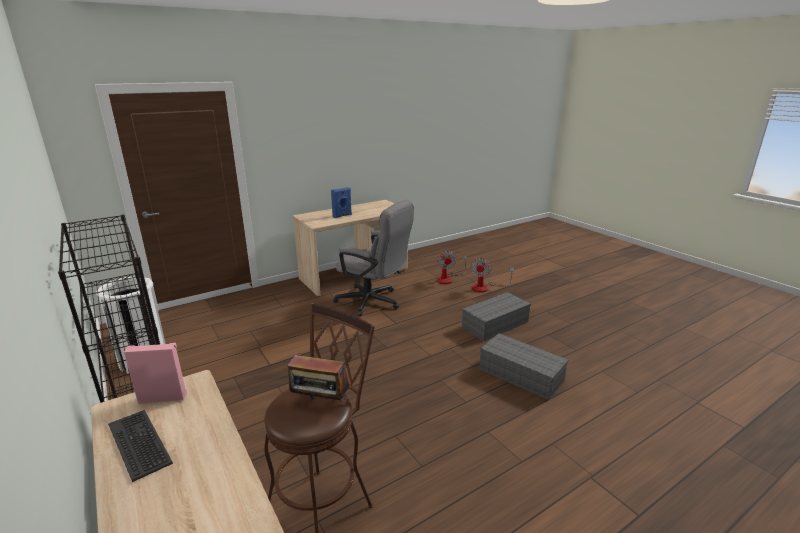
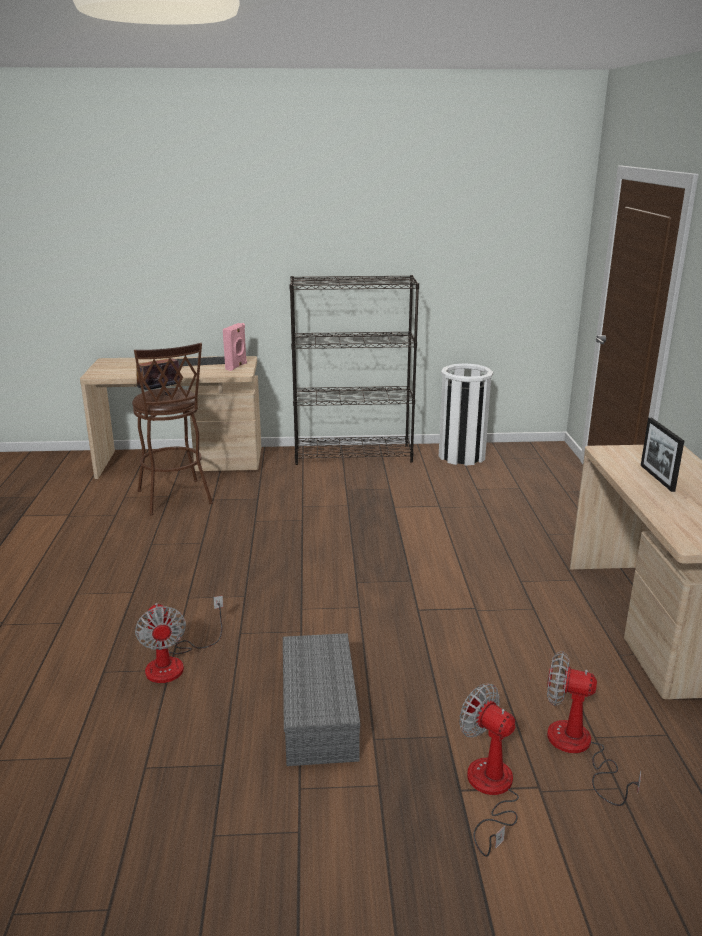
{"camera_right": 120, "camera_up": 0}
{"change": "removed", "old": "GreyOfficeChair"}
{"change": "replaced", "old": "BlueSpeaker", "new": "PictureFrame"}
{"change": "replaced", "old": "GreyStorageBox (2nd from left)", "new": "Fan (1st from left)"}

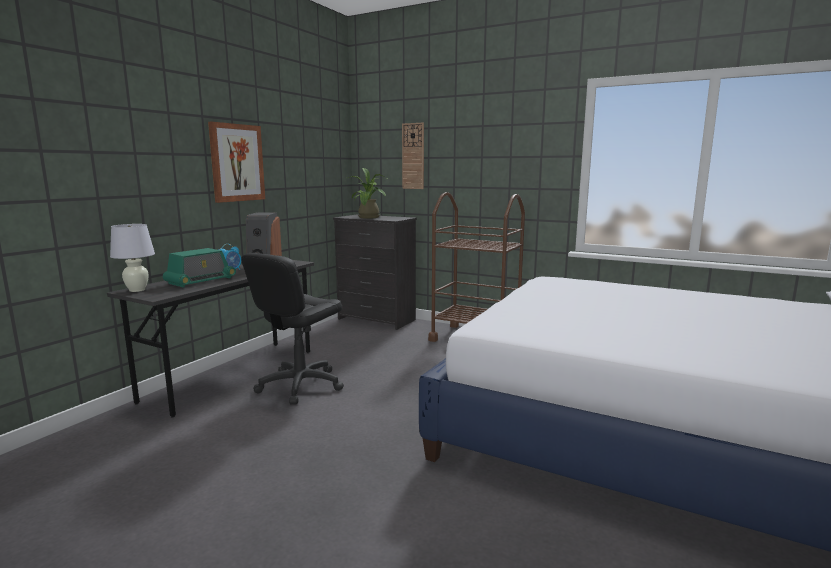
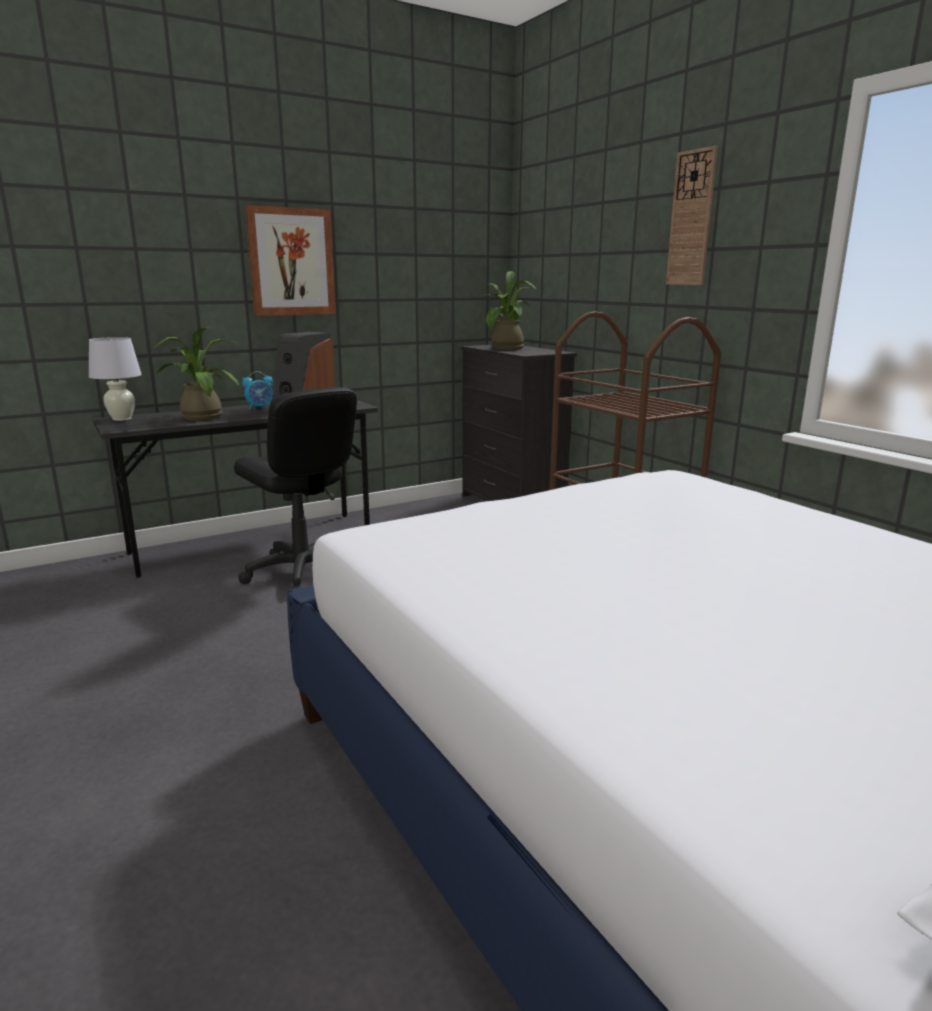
{"camera_right": 30, "camera_up": 5}
{"change": "moved", "old": "WallClock"}
{"change": "replaced", "old": "Radio", "new": "PottedPlant (1st from left)"}
{"change": "turned", "old": "BlackOfficeChair", "degrees": -105}

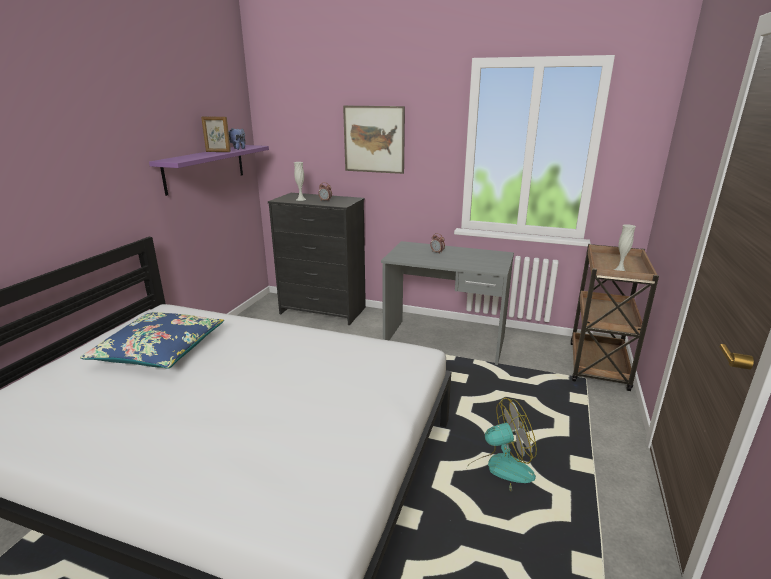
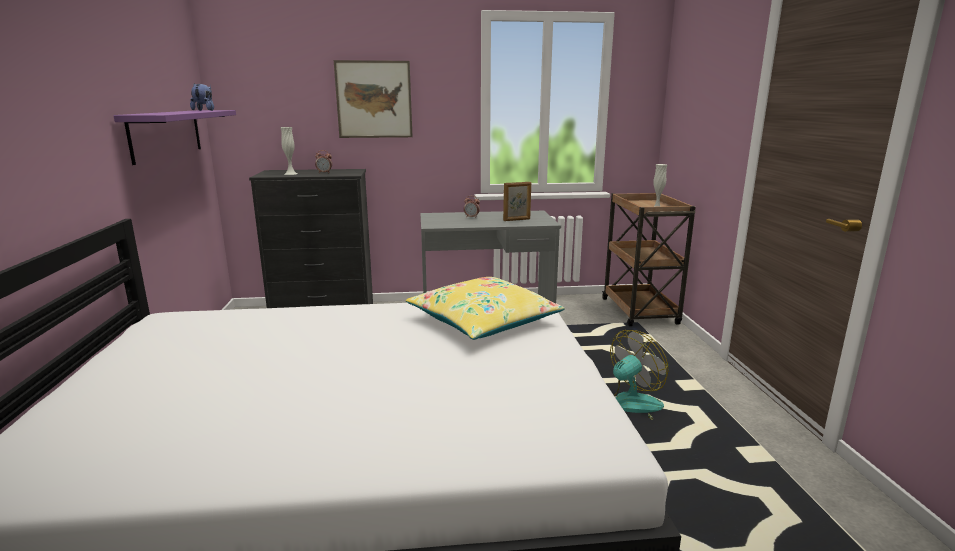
{"camera_right": -25, "camera_up": -5}
{"change": "removed", "old": "BluePillow"}
{"change": "added", "new": "YellowPillow"}
{"change": "moved", "old": "PictureFrame"}

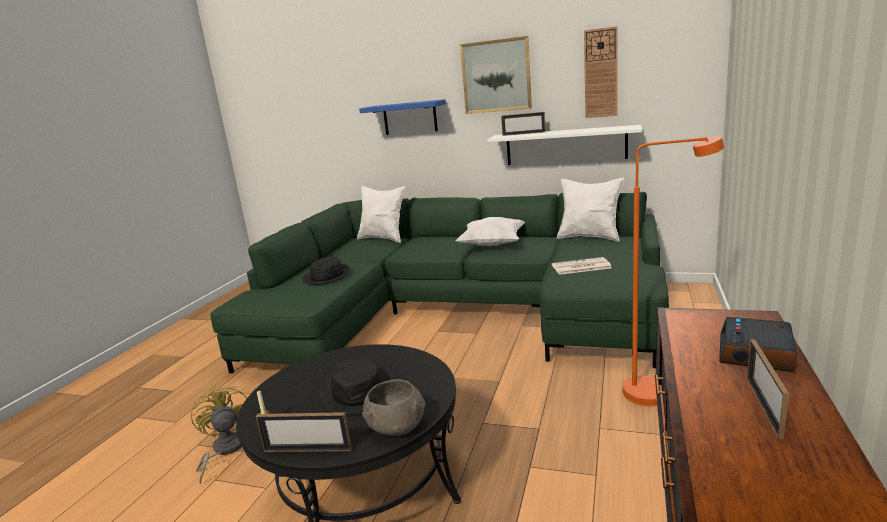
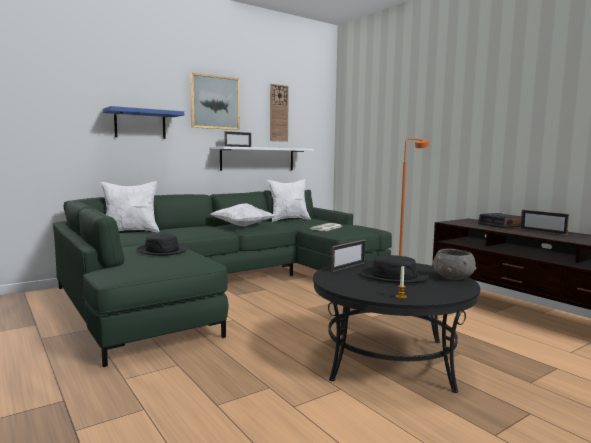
{"camera_right": -55, "camera_up": -10}
{"change": "removed", "old": "YellowFan"}
{"change": "moved", "old": "PictureFrame (1st from left in the first image)", "new": "PictureFrame (2nd from left)"}

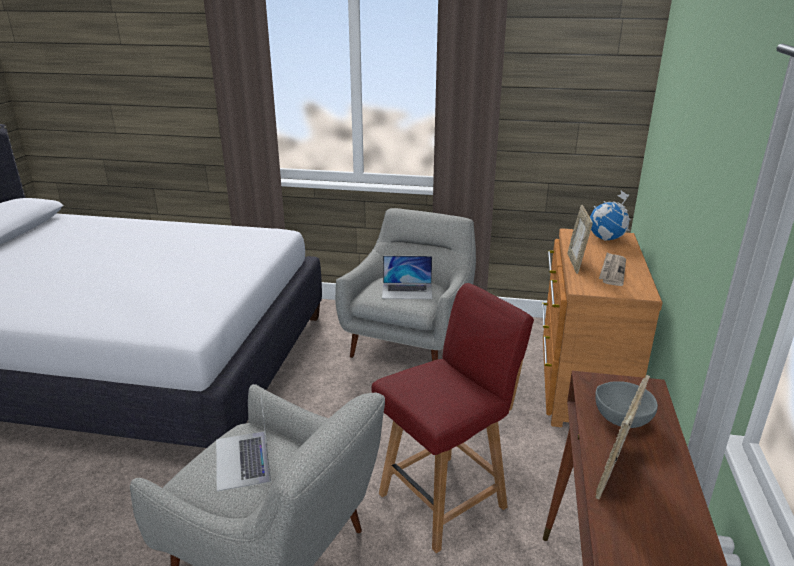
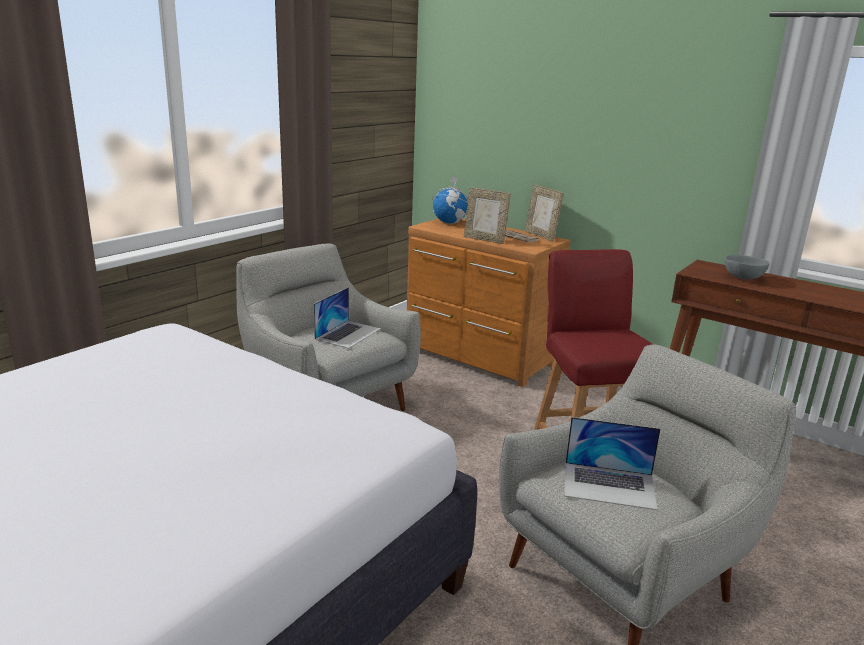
{"camera_right": -65, "camera_up": -5}
{"change": "moved", "old": "PictureFrame (2nd from left)"}

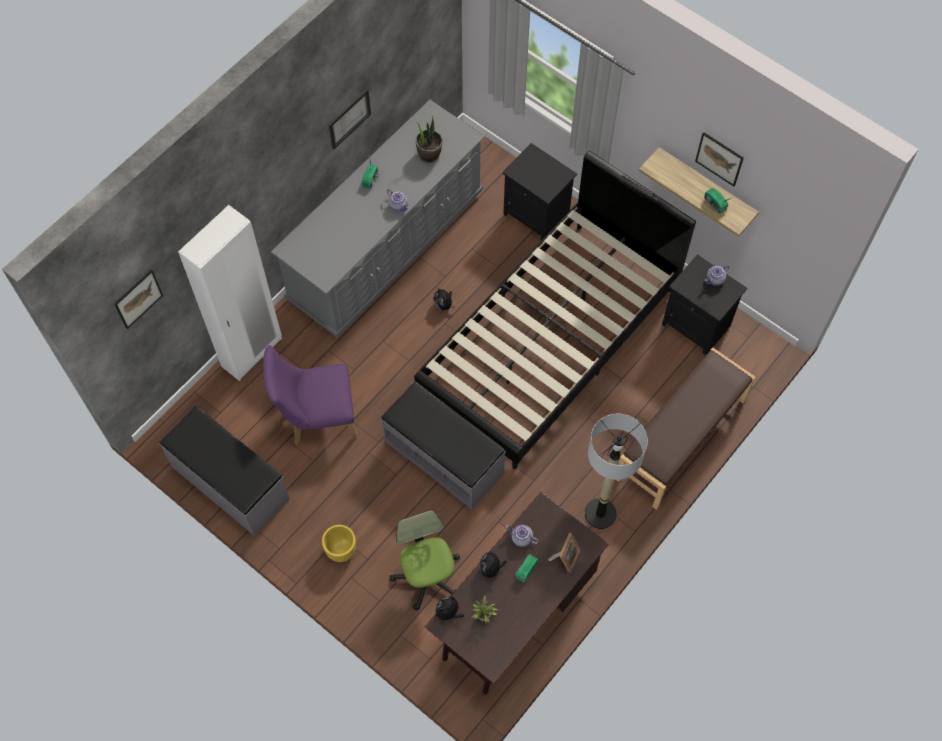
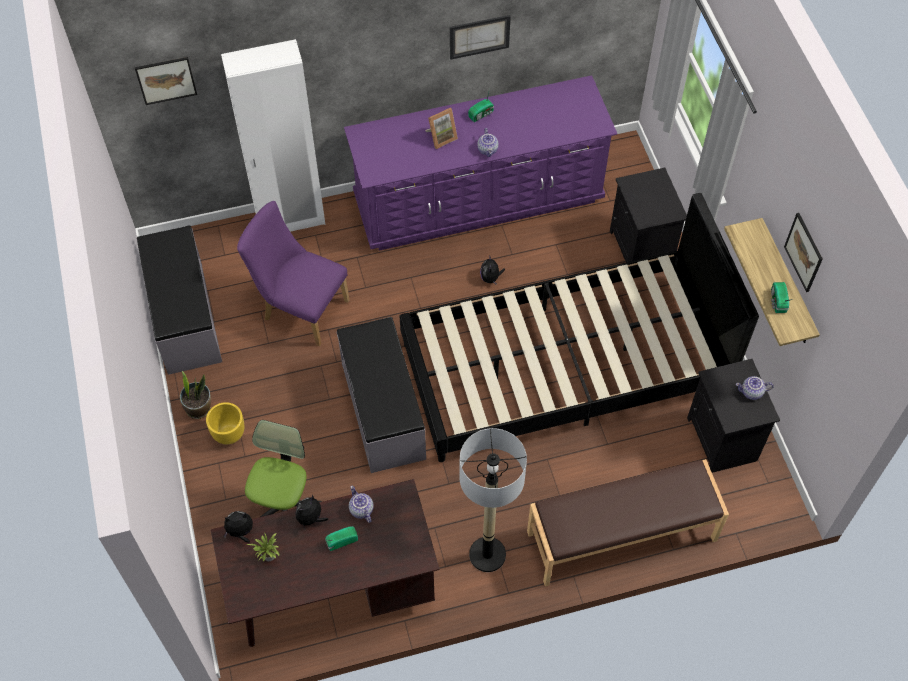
{"camera_right": 35, "camera_up": -5}
{"change": "moved", "old": "PottedPlant (1st from left)"}
{"change": "moved", "old": "PictureFrame"}
{"change": "recoloured", "old": "GreyDresser", "new": "PurpleDresser"}

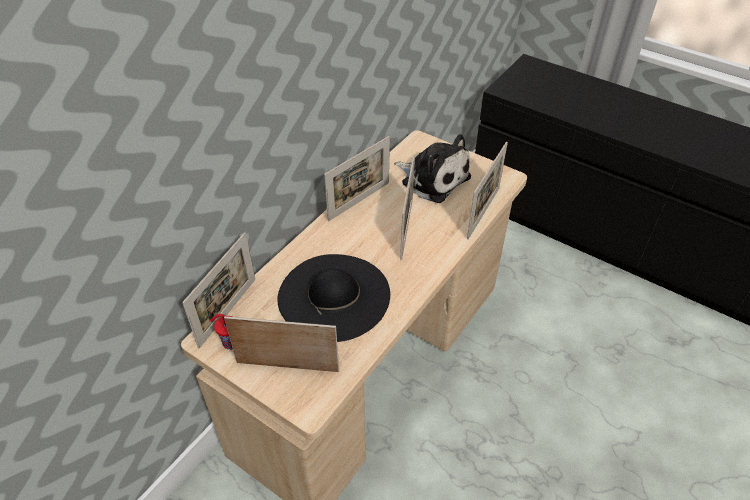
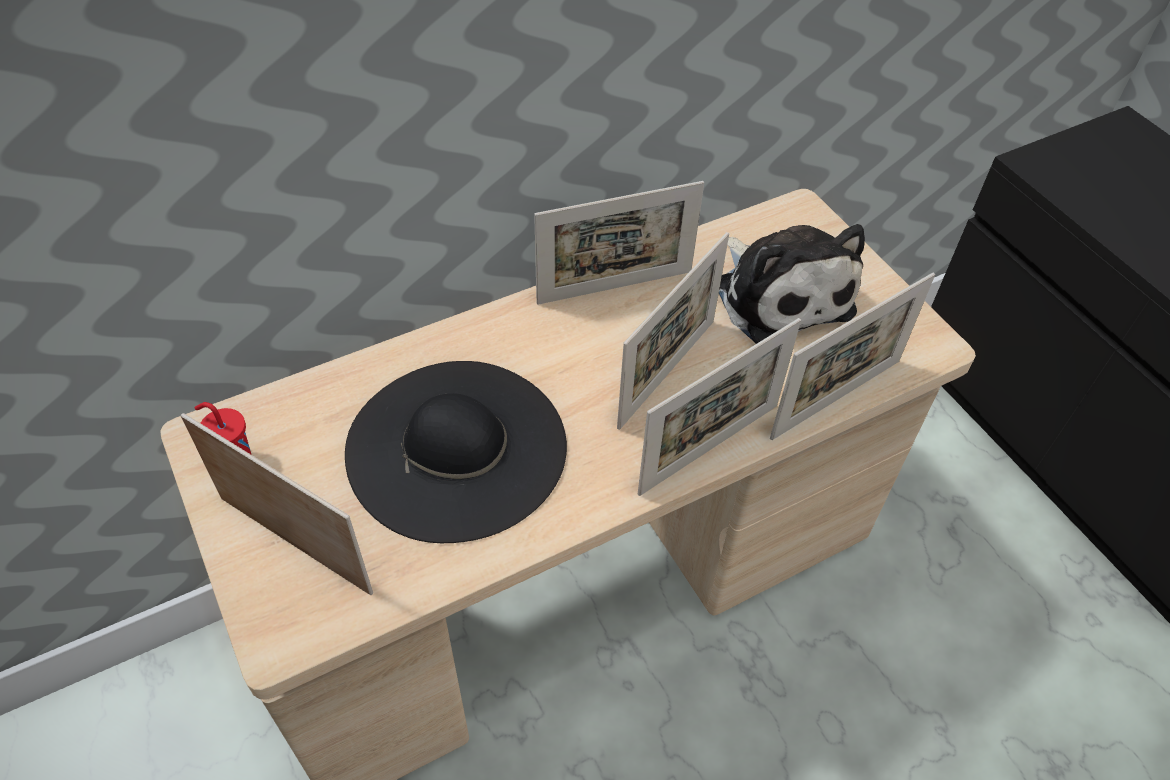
{"camera_right": 25, "camera_up": 5}
{"change": "moved", "old": "PictureFrame (1st from left in the first image)", "new": "PictureFrame (4th from left)"}

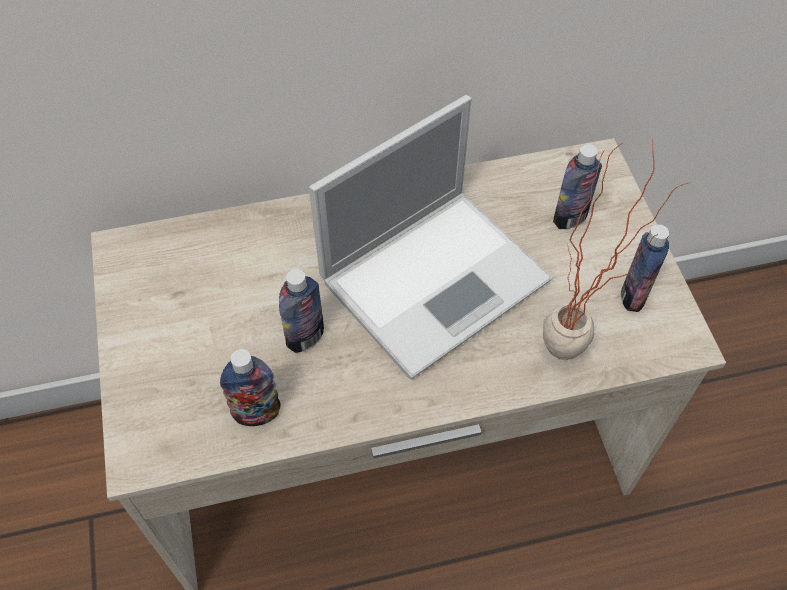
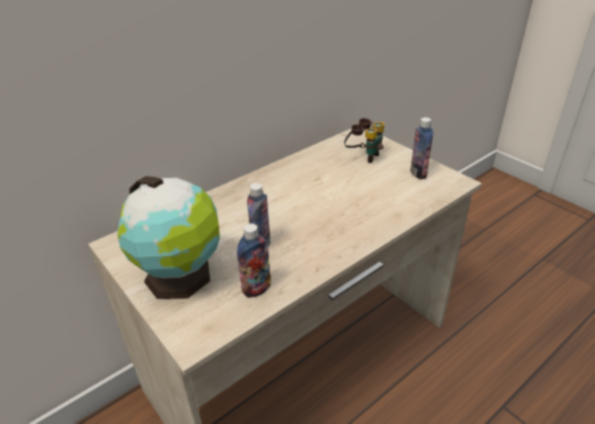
{"camera_right": -25, "camera_up": -20}
{"change": "removed", "old": "Laptop"}
{"change": "removed", "old": "PottedPlant"}
{"change": "added", "new": "Globe"}
{"change": "replaced", "old": "Bottle (3rd from left)", "new": "Binoculars"}

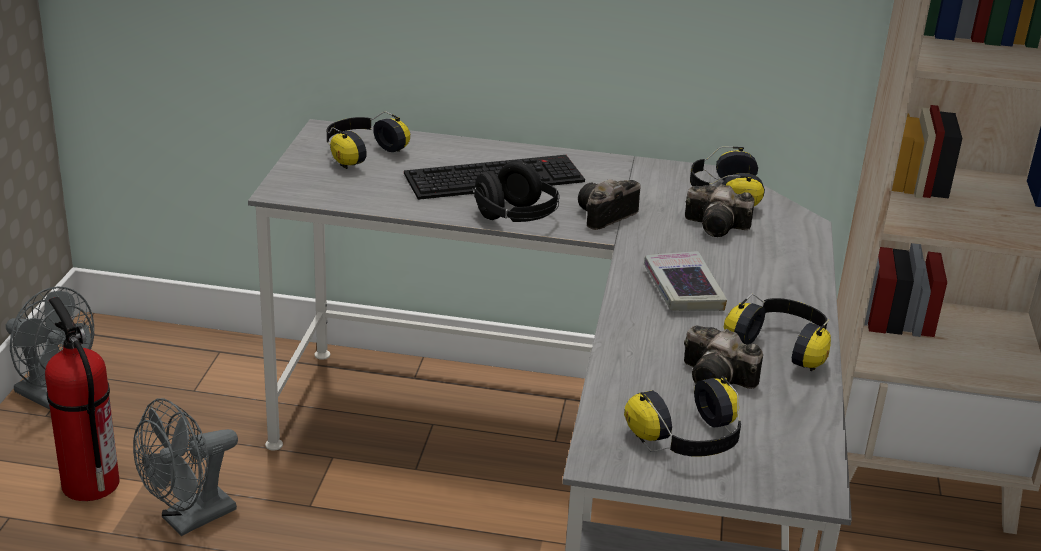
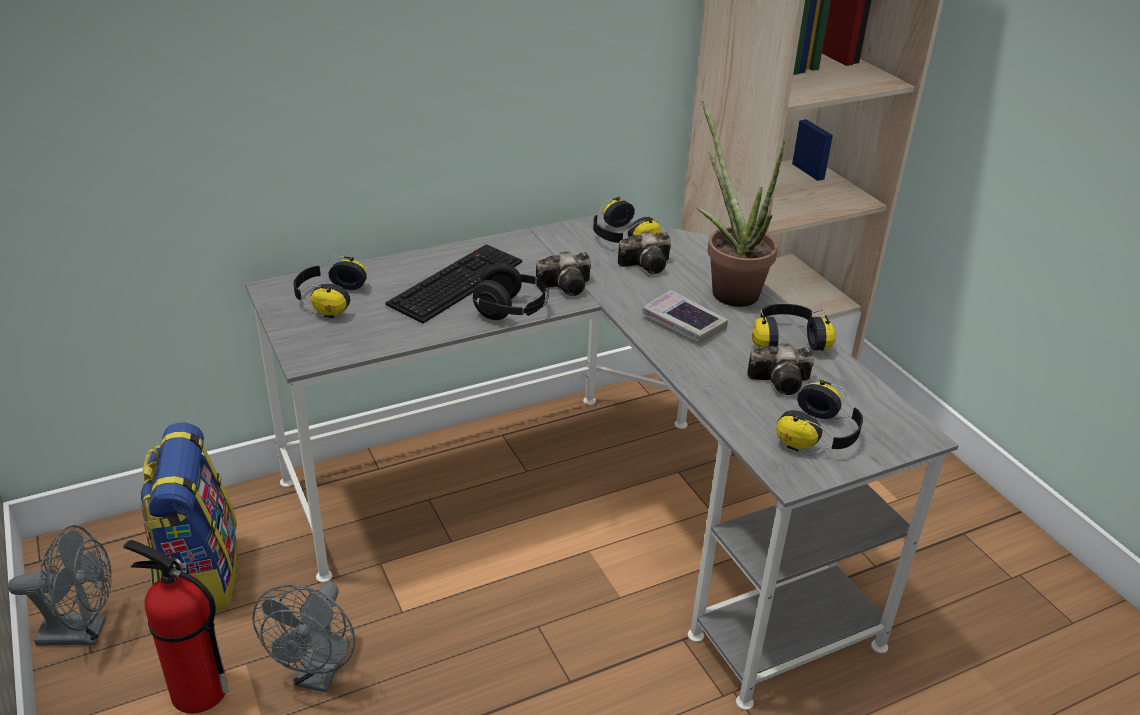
{"camera_right": -35, "camera_up": 5}
{"change": "added", "new": "Backpack"}
{"change": "added", "new": "PottedPlant"}
{"change": "turned", "old": "PhotoCamera (1st from left)", "degrees": -120}

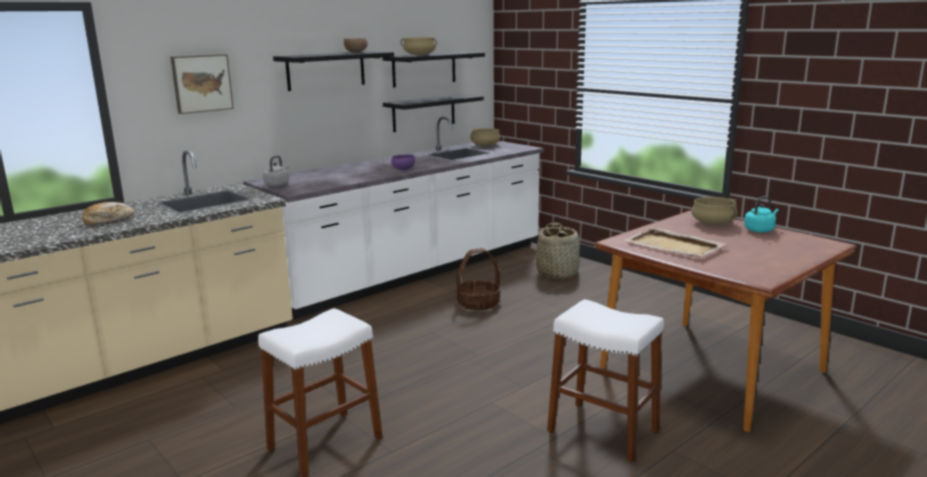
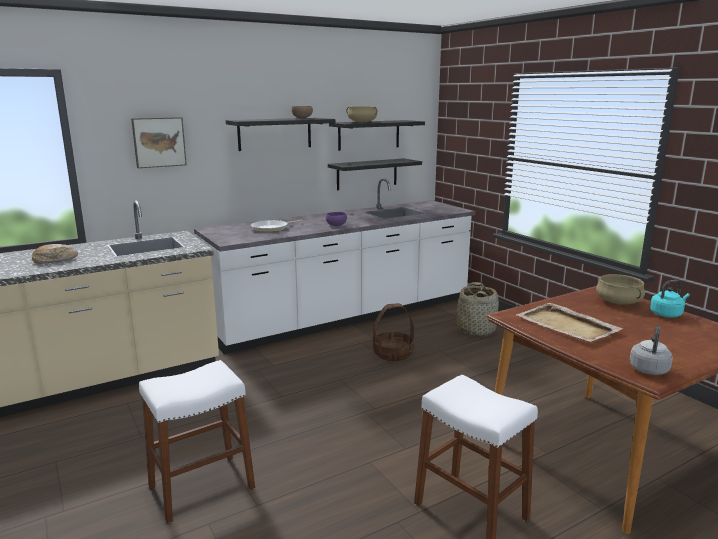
{"camera_right": 10, "camera_up": 0}
{"change": "removed", "old": "BeigeCookingPot (2nd from left)"}
{"change": "added", "new": "FryingPan"}
{"change": "moved", "old": "GreyKettle"}

